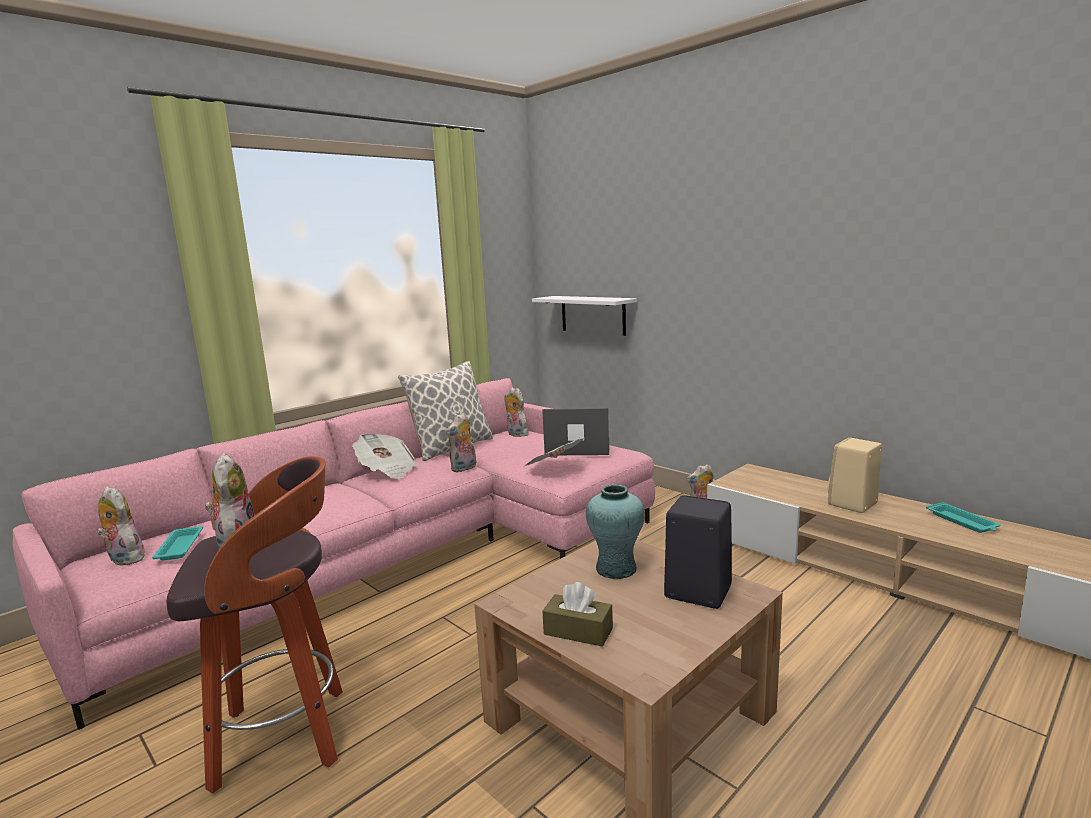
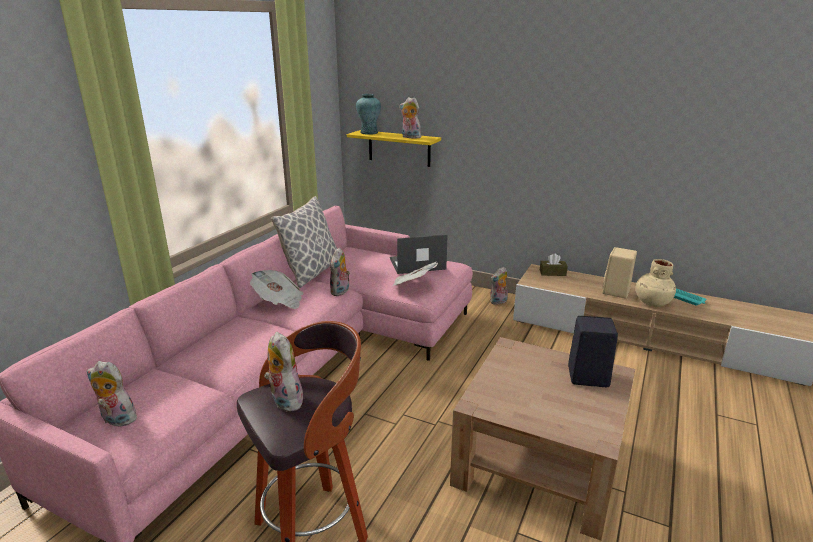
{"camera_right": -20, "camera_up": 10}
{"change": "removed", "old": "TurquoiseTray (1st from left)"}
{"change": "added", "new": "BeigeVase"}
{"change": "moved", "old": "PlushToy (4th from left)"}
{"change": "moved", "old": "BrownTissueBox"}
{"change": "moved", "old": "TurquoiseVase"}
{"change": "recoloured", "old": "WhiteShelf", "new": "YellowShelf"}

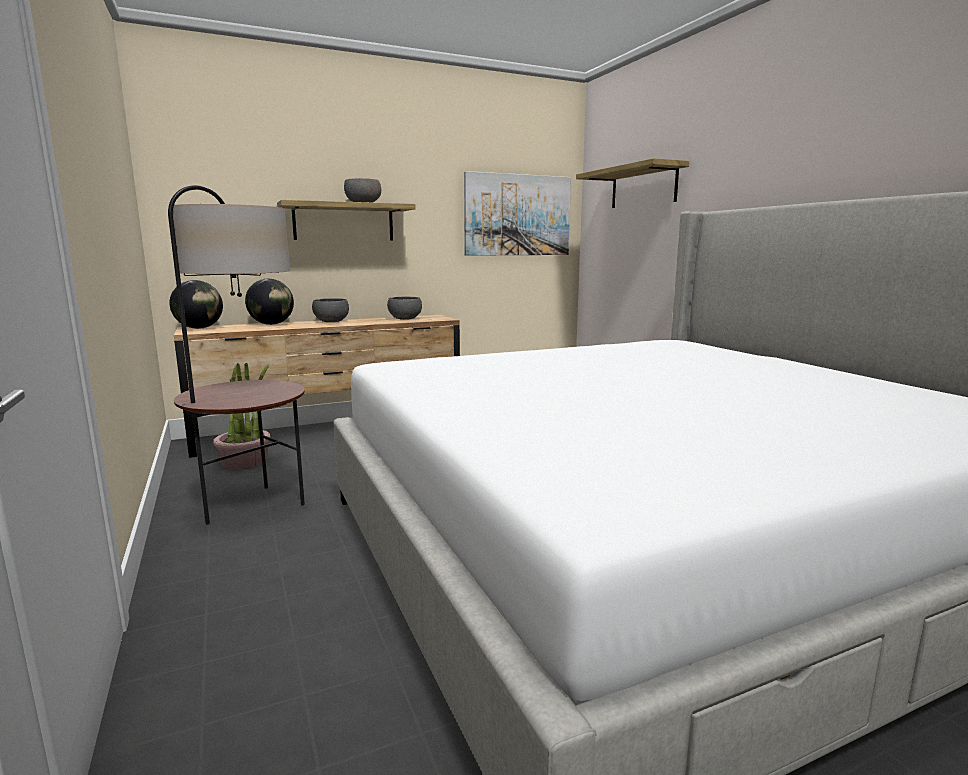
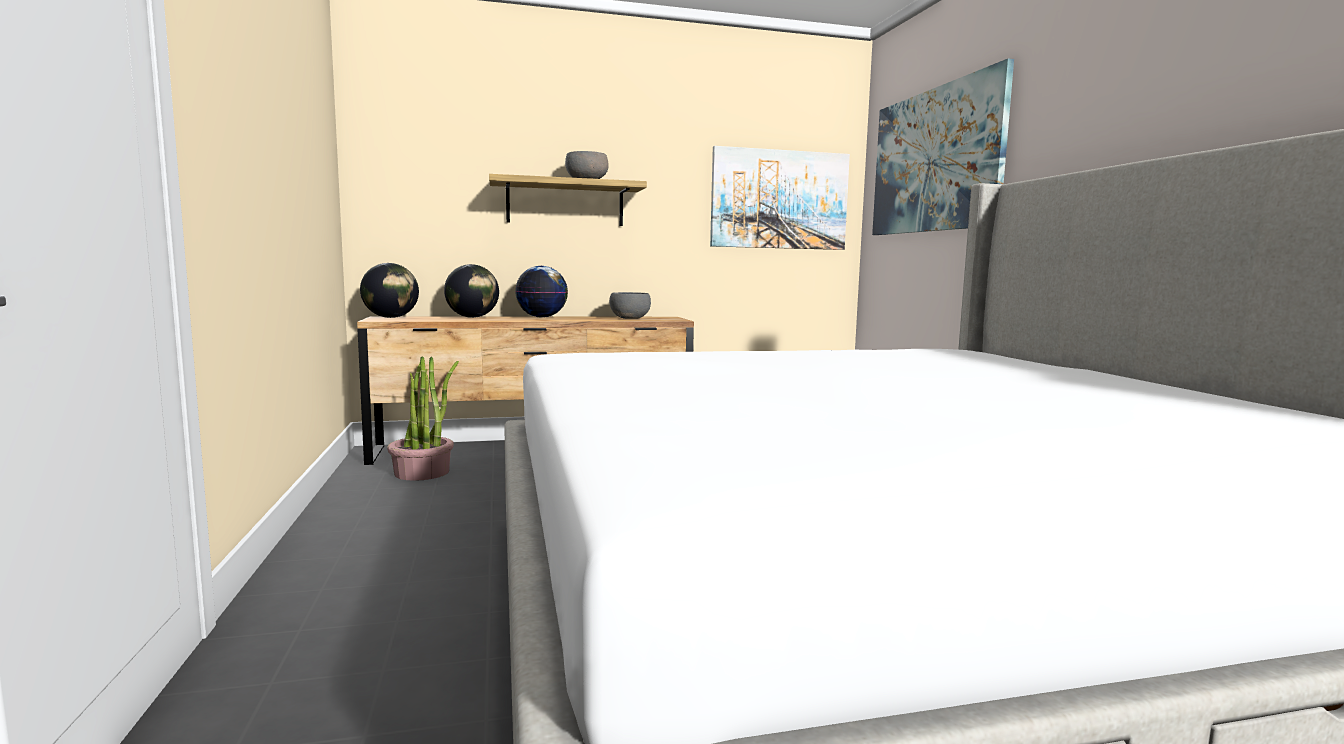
{"camera_right": 10, "camera_up": -5}
{"change": "removed", "old": "FloorLamp"}
{"change": "replaced", "old": "GreyBowl (1st from left)", "new": "Globe (3rd from left)"}
{"change": "replaced", "old": "Shelf (2nd from left)", "new": "Picture (2nd from left)"}

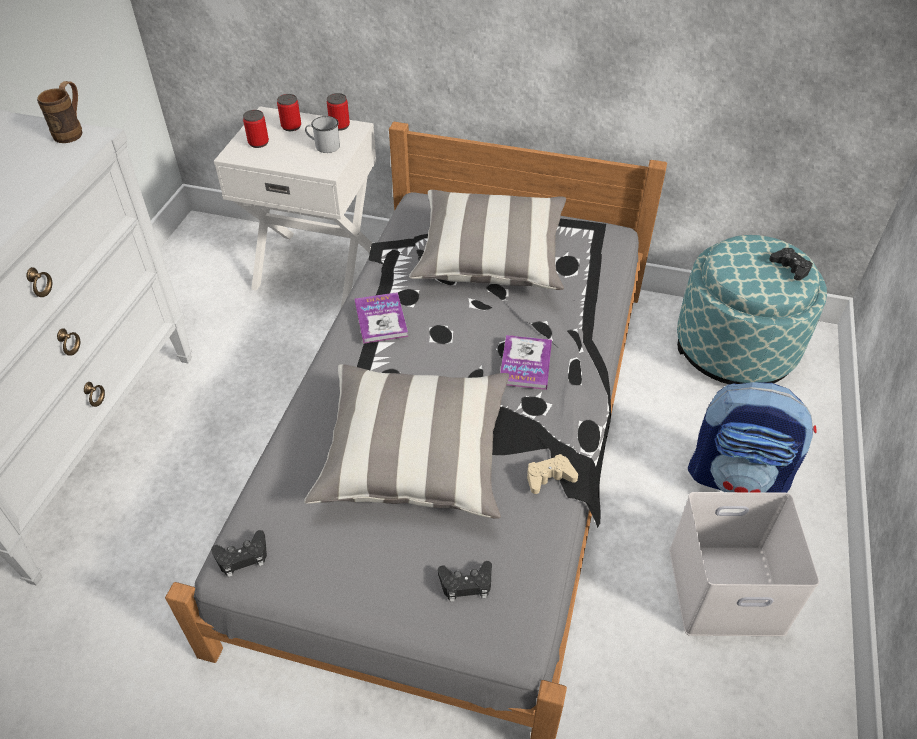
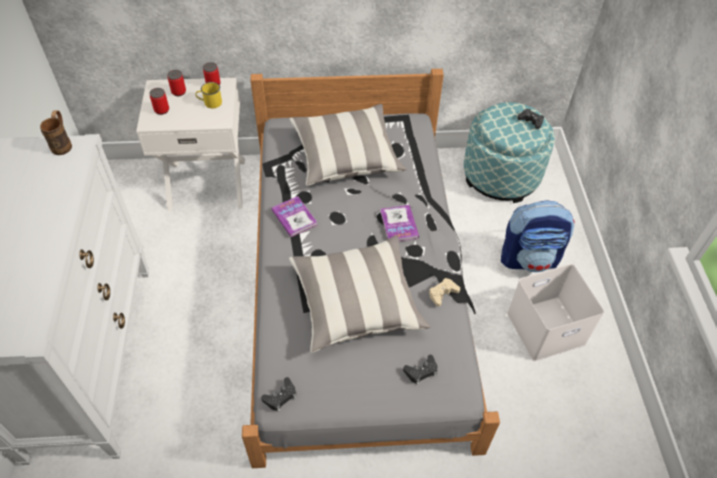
{"camera_right": -20, "camera_up": 5}
{"change": "recoloured", "old": "WhiteMug", "new": "YellowMug"}

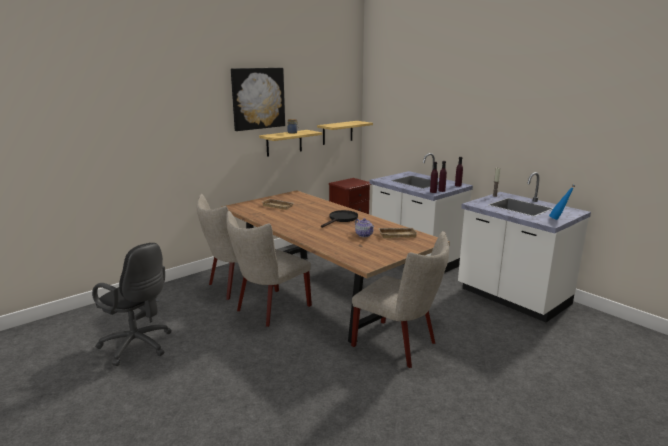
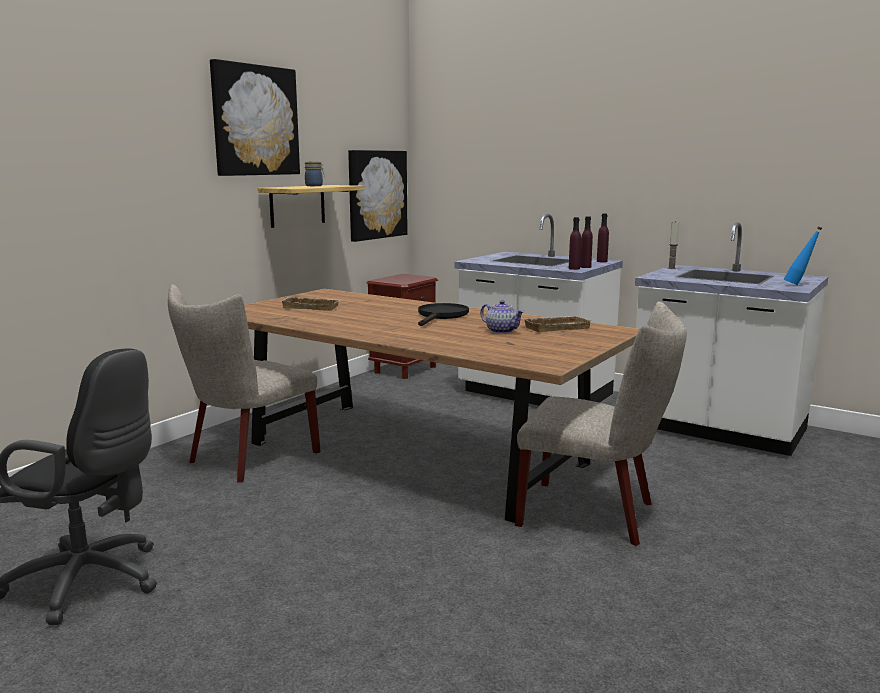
{"camera_right": -15, "camera_up": -5}
{"change": "removed", "old": "BeigeChair (2nd from left)"}
{"change": "replaced", "old": "Shelf (2nd from left)", "new": "Picture (2nd from left)"}

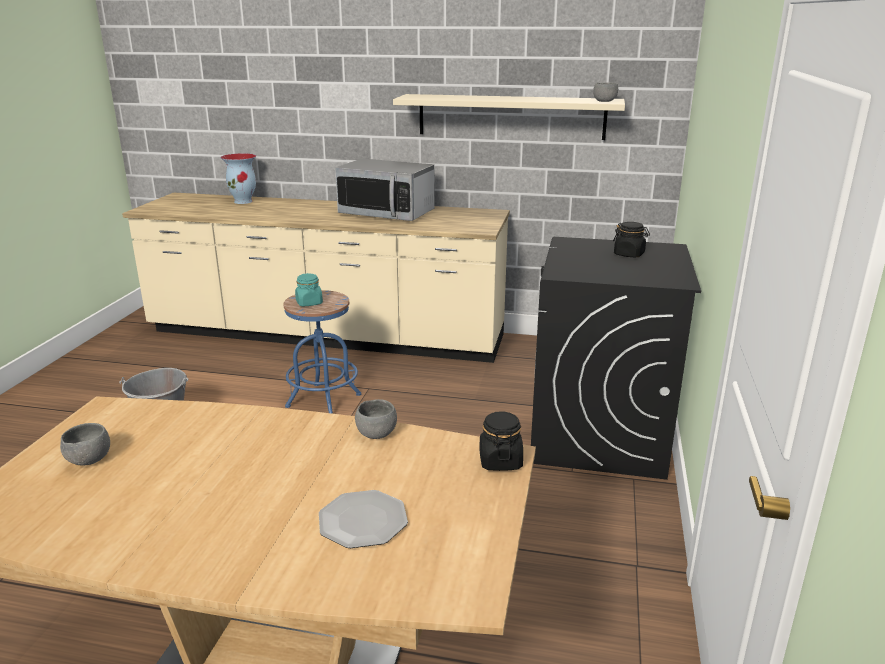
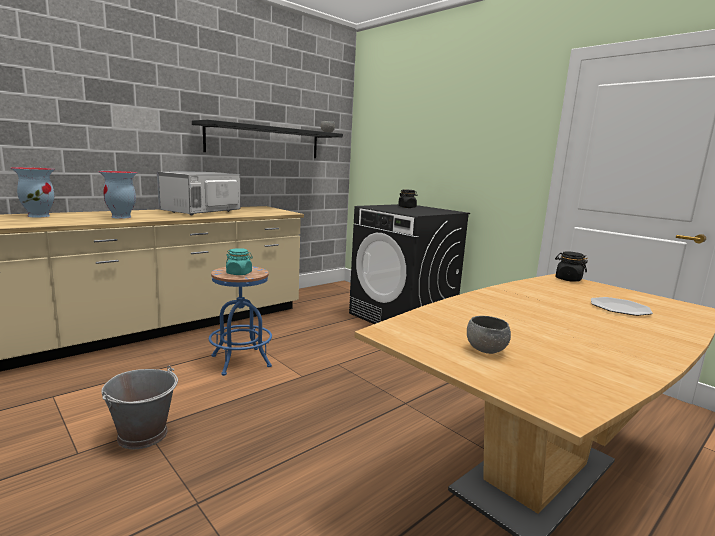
{"camera_right": -55, "camera_up": -10}
{"change": "removed", "old": "GreyBowl (2nd from left)"}
{"change": "added", "new": "Vase (2nd from left)"}
{"change": "recoloured", "old": "BeigeShelf", "new": "BlackShelf"}
{"change": "turned", "old": "Microwave", "degrees": 150}

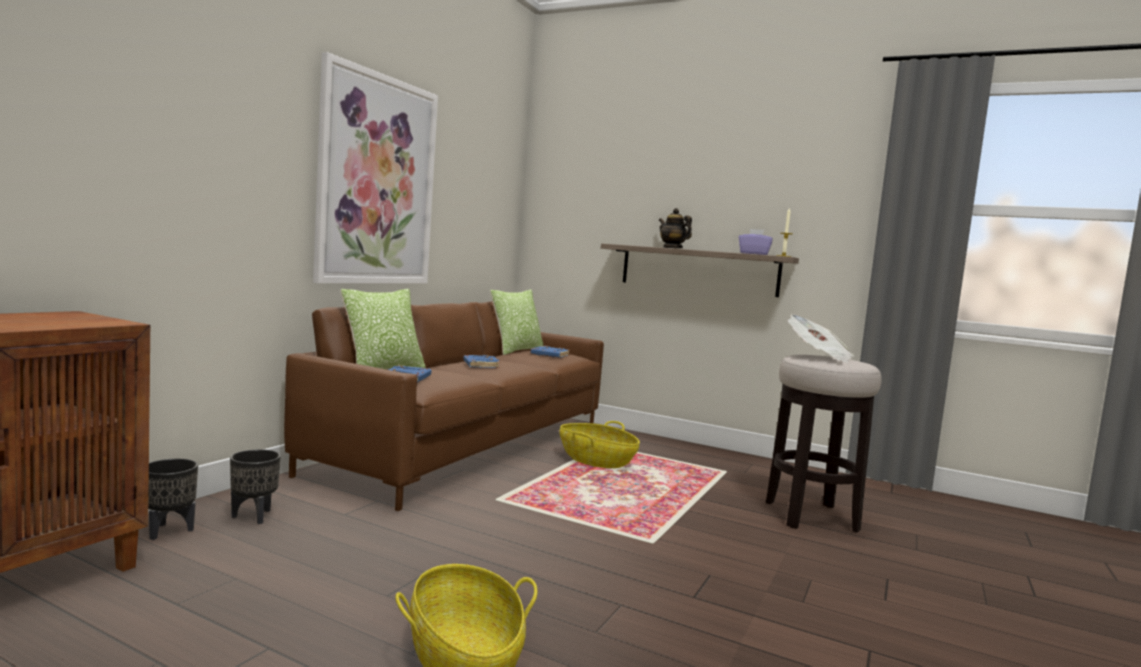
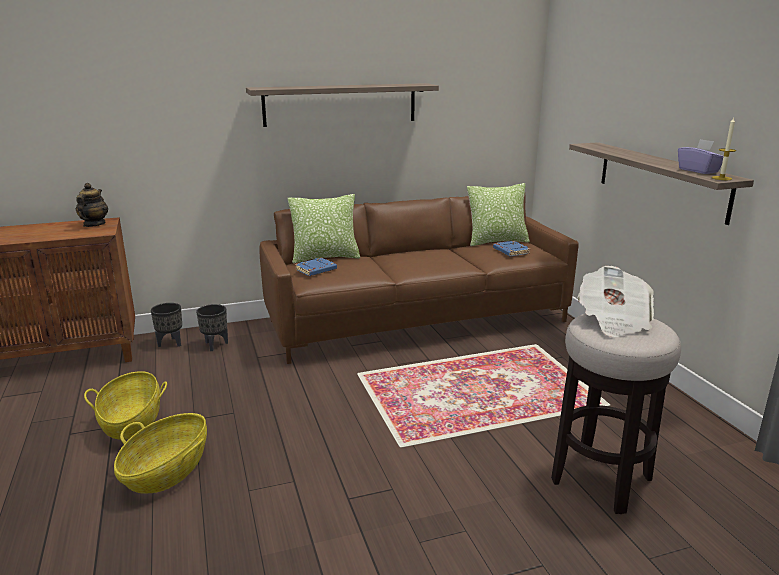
{"camera_right": 45, "camera_up": 15}
{"change": "removed", "old": "BlueBook (2nd from left)"}
{"change": "moved", "old": "Basket (2nd from left in the first image)", "new": "Basket (1st from left)"}
{"change": "moved", "old": "Teapot"}
{"change": "replaced", "old": "Picture", "new": "Shelf (1st from left)"}

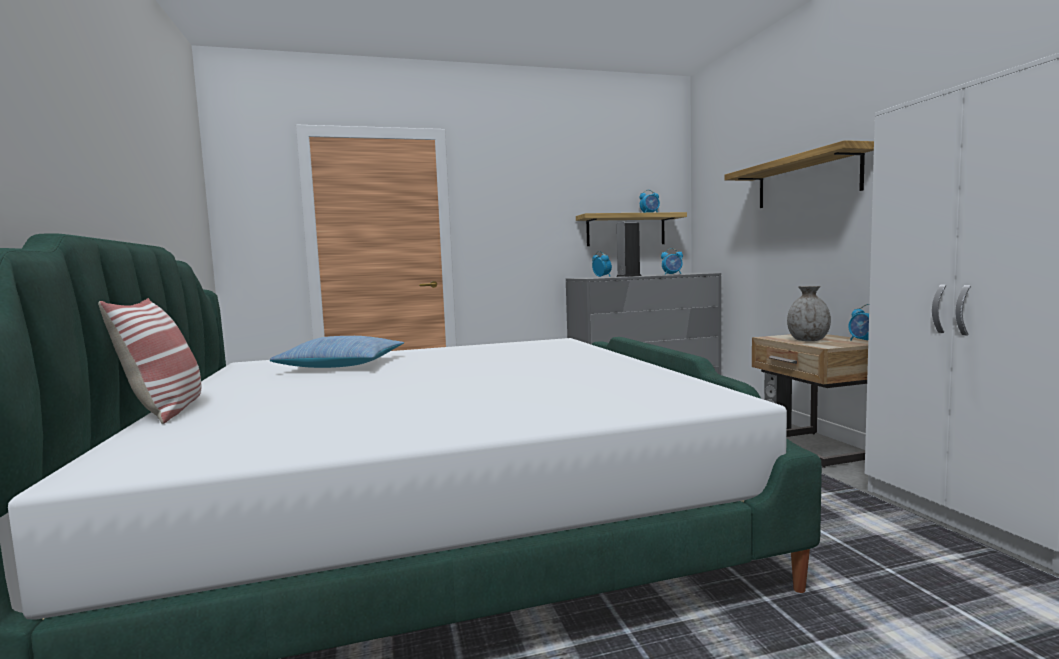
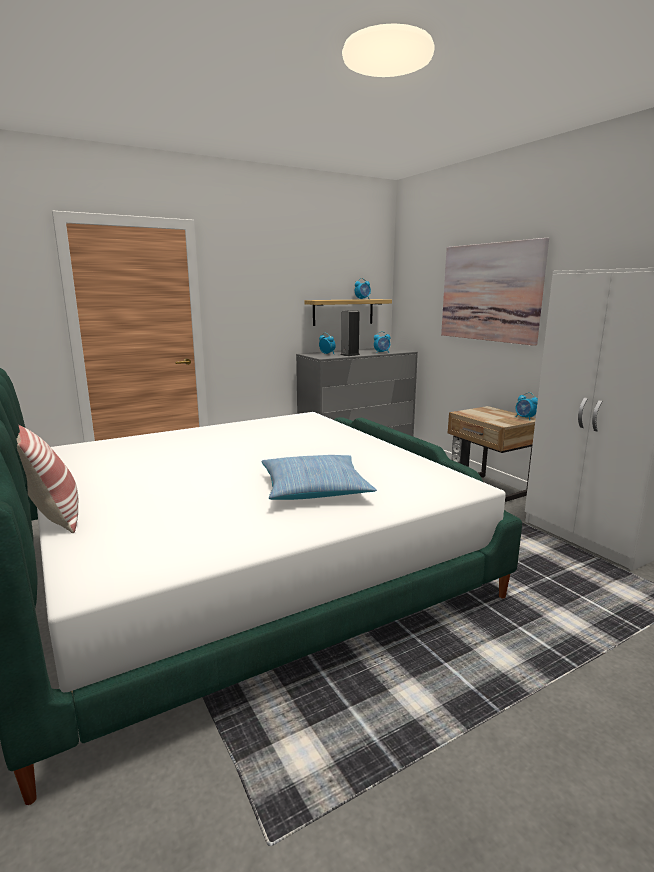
{"camera_right": -15, "camera_up": 10}
{"change": "removed", "old": "GreyVase"}
{"change": "moved", "old": "Pillow (2nd from left)"}
{"change": "replaced", "old": "Shelf (2nd from left)", "new": "Picture"}

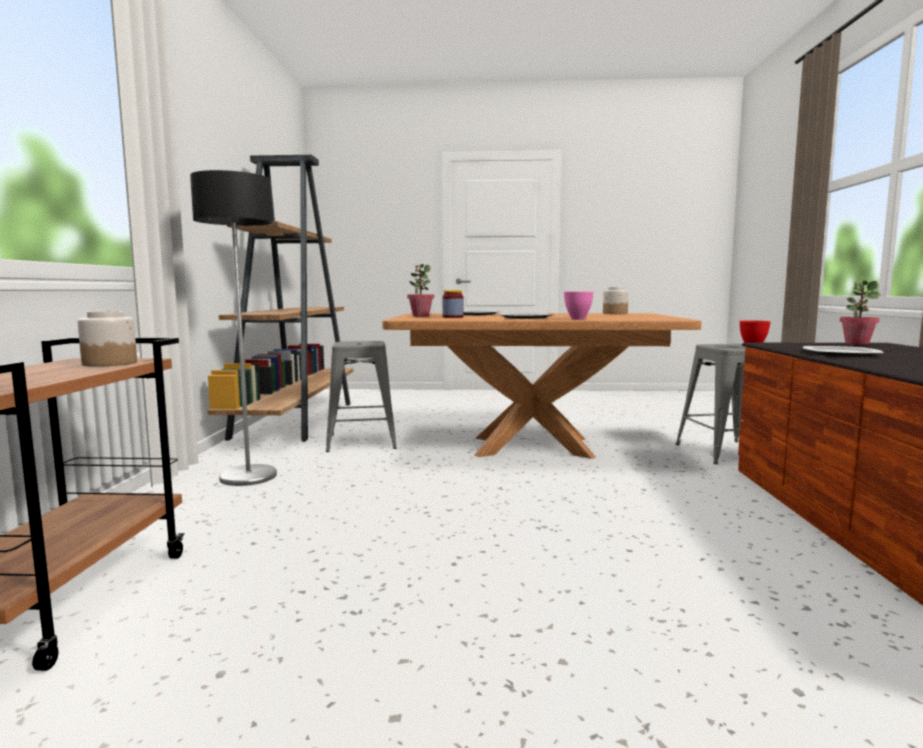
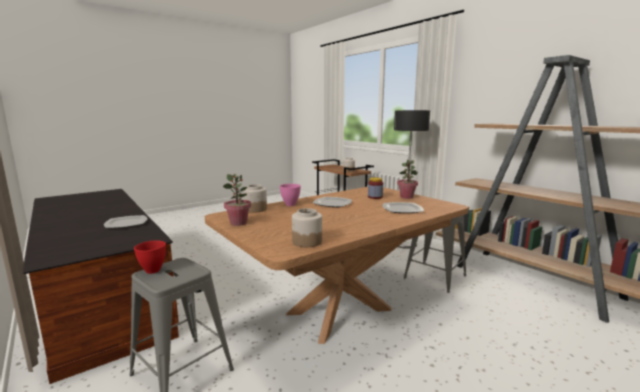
{"camera_right": 140, "camera_up": 5}
{"change": "added", "new": "Jar (1st from left)"}
{"change": "moved", "old": "PottedPlant (2nd from left in the first image)", "new": "PottedPlant (1st from left)"}

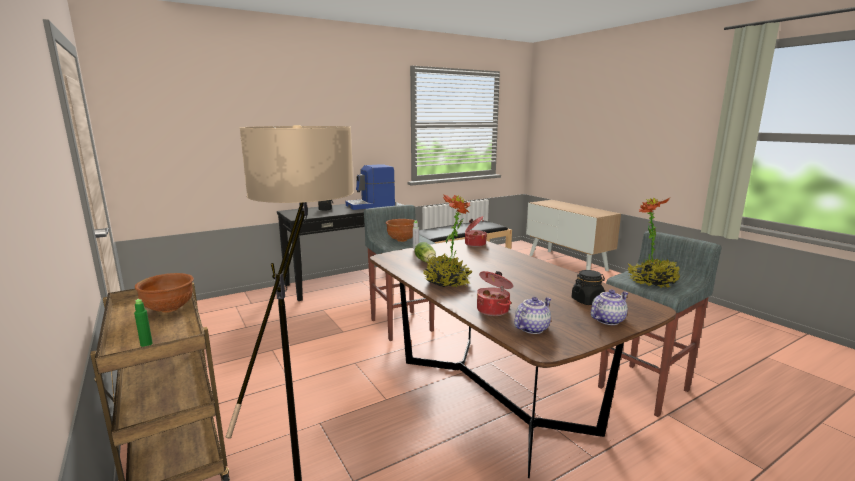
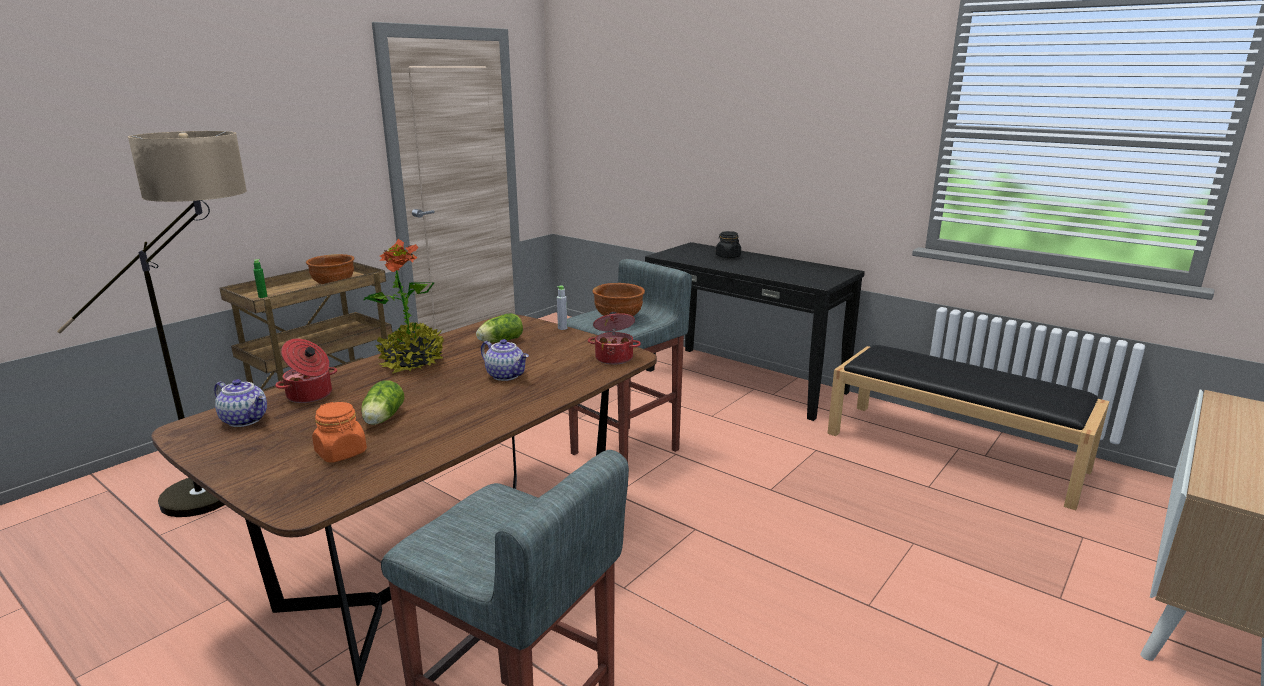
{"camera_right": 70, "camera_up": 5}
{"change": "removed", "old": "CoffeeMachine"}
{"change": "removed", "old": "PottedPlant (2nd from left)"}
{"change": "added", "new": "Lettuce (1st from left)"}
{"change": "moved", "old": "Teapot (2nd from left)"}
{"change": "recoloured", "old": "BlackJar (2nd from left)", "new": "OrangeJar"}

